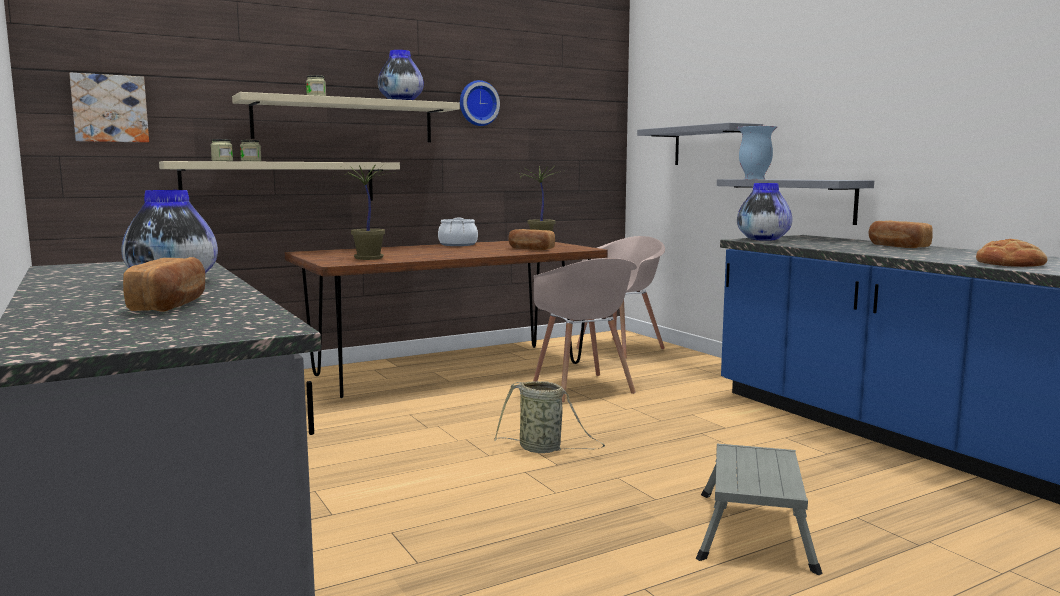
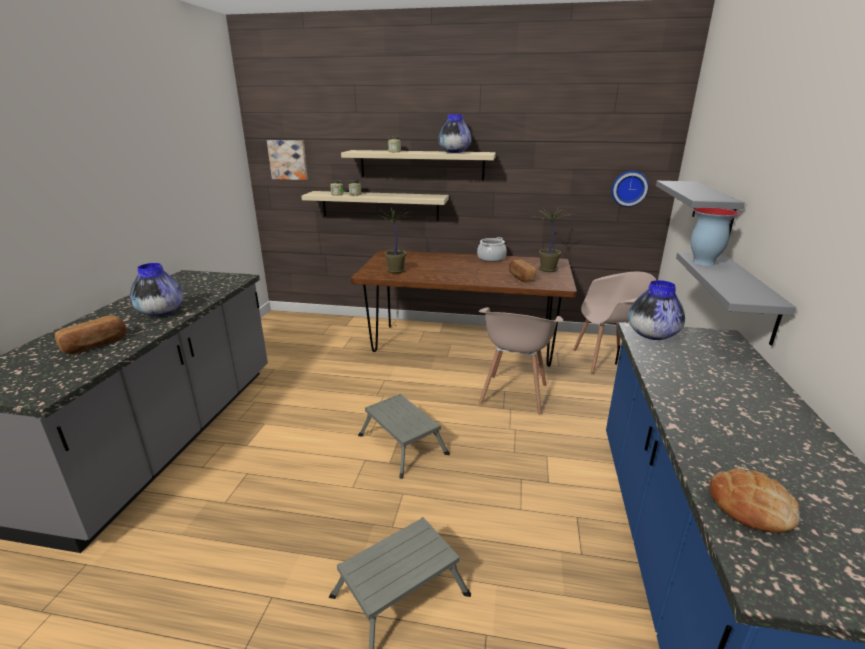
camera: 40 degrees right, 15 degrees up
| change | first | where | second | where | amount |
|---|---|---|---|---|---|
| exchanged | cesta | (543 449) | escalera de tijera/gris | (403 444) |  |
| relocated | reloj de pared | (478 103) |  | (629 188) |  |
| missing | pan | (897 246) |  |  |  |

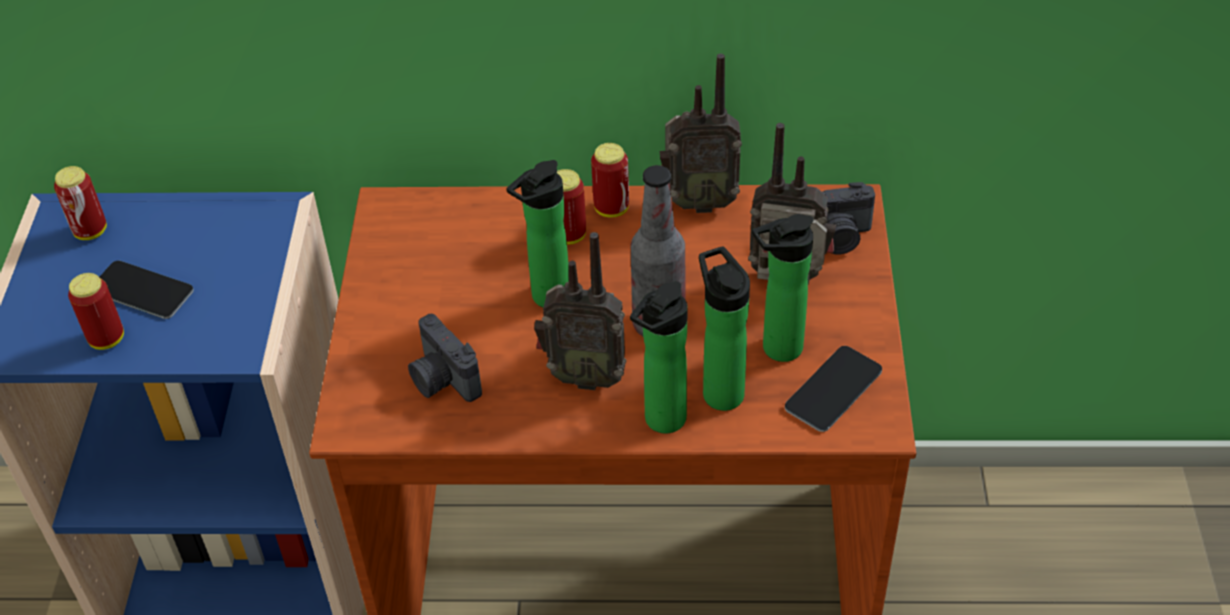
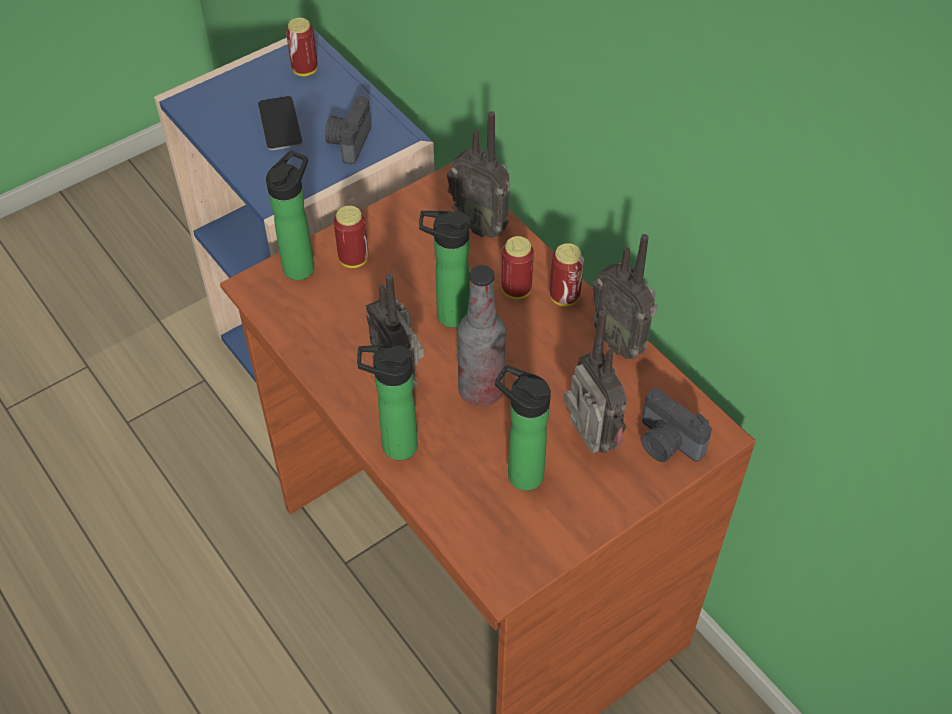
camera: 50 degrees right, 5 degrees up
| change | first | where | second | where | amount |
|---|---|---|---|---|---|
| relocated | botella | (720 390) |  | (301 265) |  |
| relocated | cámara | (442 380) |  | (348 142) |  |
| relocated | lata | (107 339) |  | (353 259) |  |
| appeared |  |  | radio | (481 225) |  |
| missing | móvil | (833 389) |  |  |  |

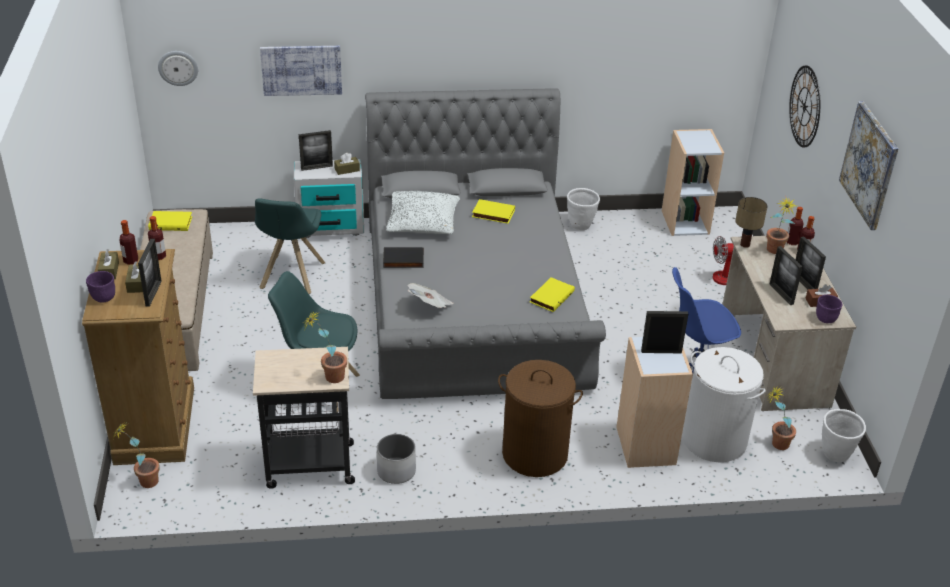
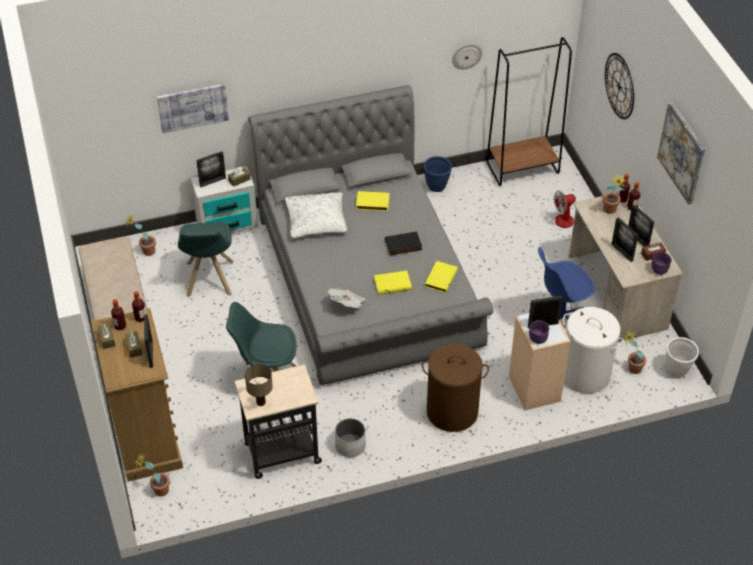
camera: 10 degrees left, 10 degrees up
| change | first | where | second | where | amount |
|---|---|---|---|---|---|
| relocated | planta en maceta | (328 377) |  | (145 252) |  |
| relocated | lámpara de mesa | (744 245) |  | (260 403) |  |
| relocated | libro/amarillo | (171 222) |  | (393 283) |  |
| relocated | libro/negro | (403 260) |  | (403 245) |  |
| colour | maceta/blanco | (580 226) | maceta/azul | (437 187) |  |
| relocated | reloj de pared | (178 67) |  | (466 55) |  |
| exchanged | estantería | (685 222) | perchero | (522 168) |  |
| relocated | cuenco/morado | (103 298) |  | (537 339) |  |

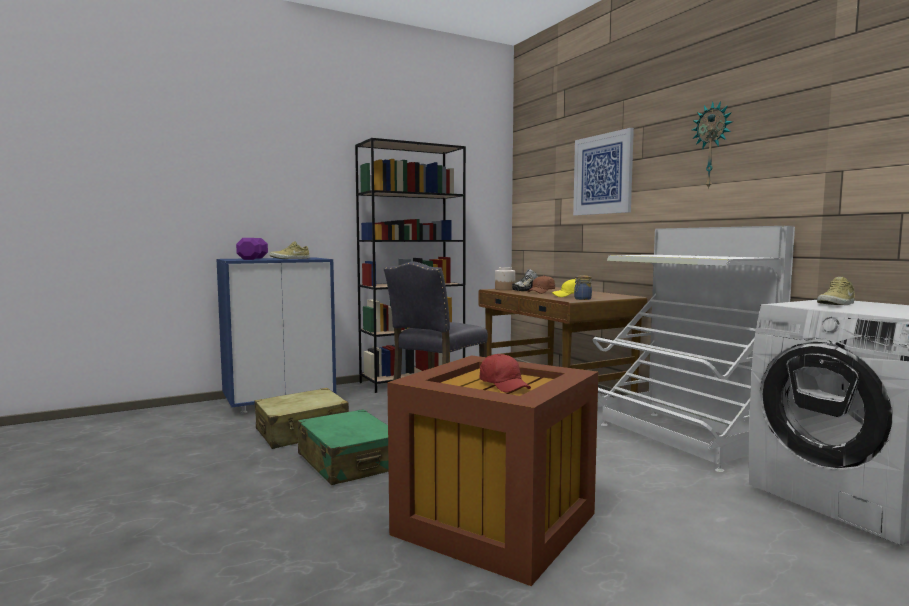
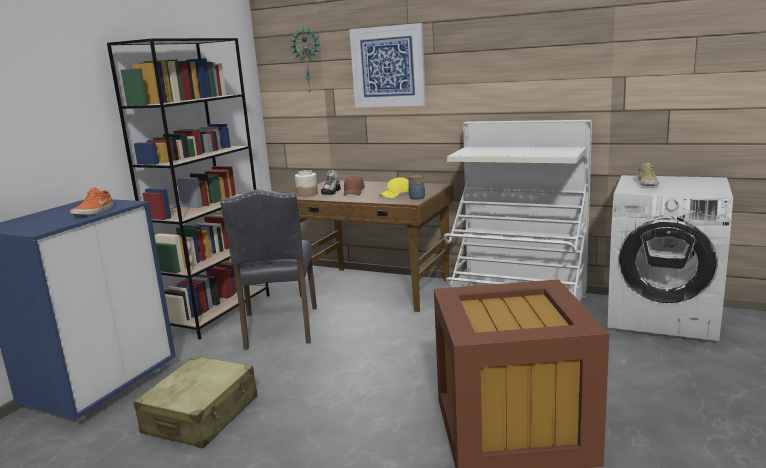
camera: 35 degrees left, 10 degrees up
| change | first | where | second | where | amount |
|---|---|---|---|---|---|
| colour | zapato/beis | (290 259) | zapato/naranja | (94 212) |  |
| relocated | reloj de pared | (713 145) |  | (308 60) |  |
| missing | mancuerna/morado | (253 258) |  |  |  |
| missing | maleta/verde | (349 462) |  |  |  |
| missing | gorra/rojo | (504 385) |  |  |  |

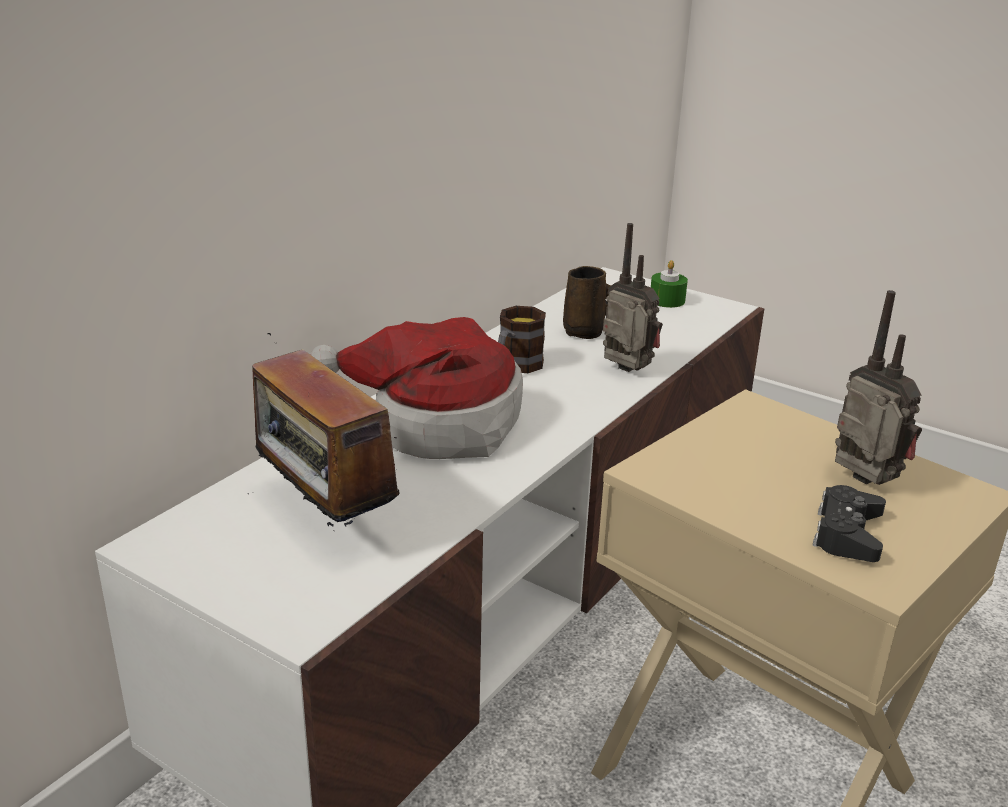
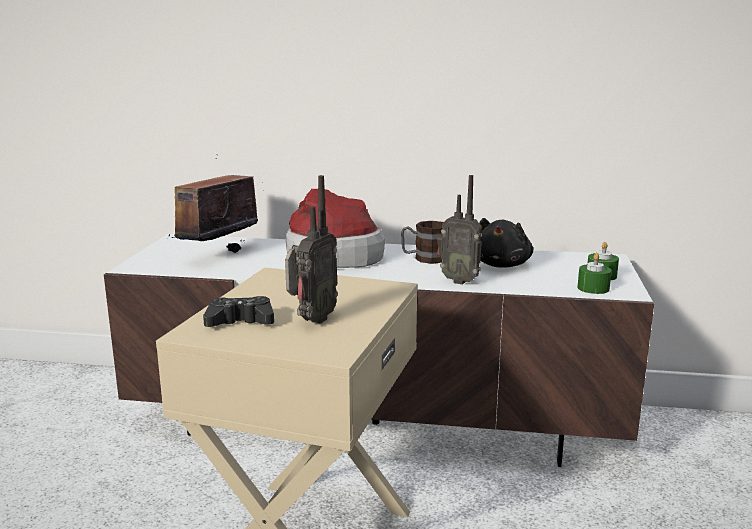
camera: 65 degrees right, 10 degrees down
| change | first | where | second | where | amount |
|---|---|---|---|---|---|
| spun | radio | (625 372) |  | (459 281) | 105 degrees clockwise |
| exchanged | taza grande/marrón | (586 332) | peluche/negro | (502 265) |  |
| appeared |  |  | vela/verde | (593 288) |  |

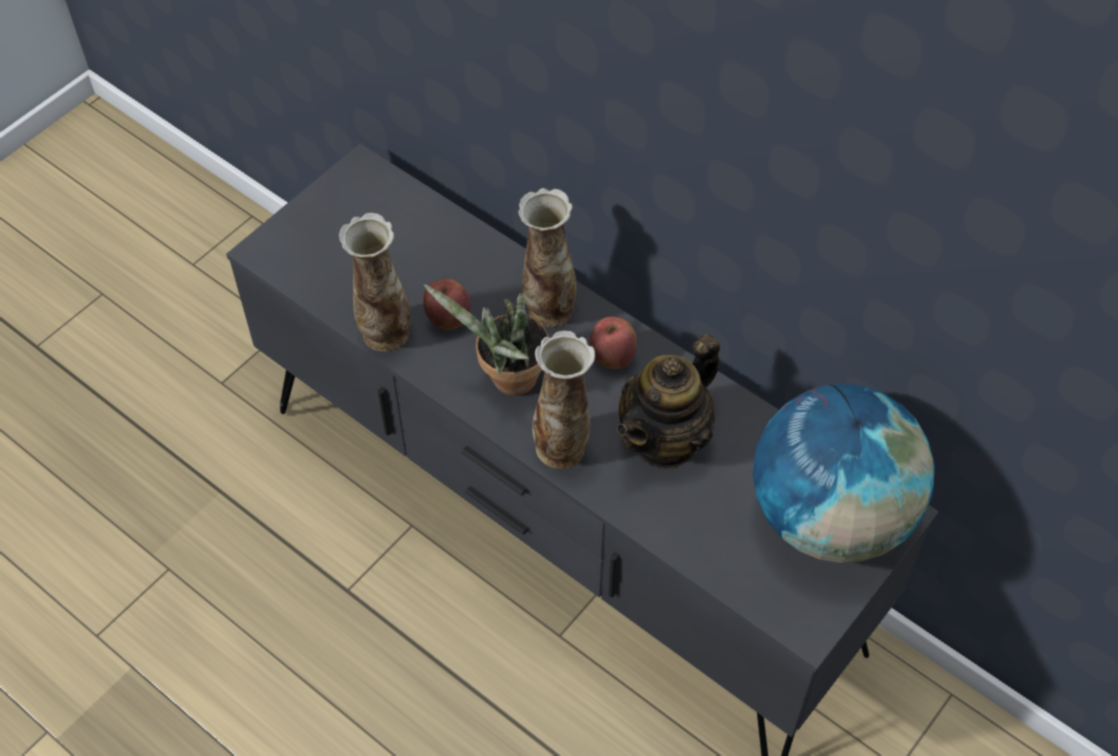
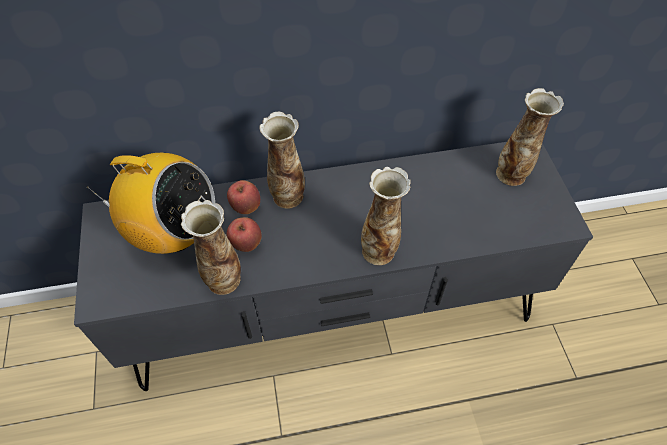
camera: 50 degrees left, 0 degrees up
| change | first | where | second | where | amount |
|---|---|---|---|---|---|
| appeared |  |  | radio | (174 233) |  |
| relocated | manzana | (612 357) |  | (246 207) |  |
| exchanged | globo terráqueo | (829 517) | florero | (512 174) |  |
| missing | planta en maceta | (507 380) |  |  |  |
| missing | tetera | (665 439) |  |  |  |

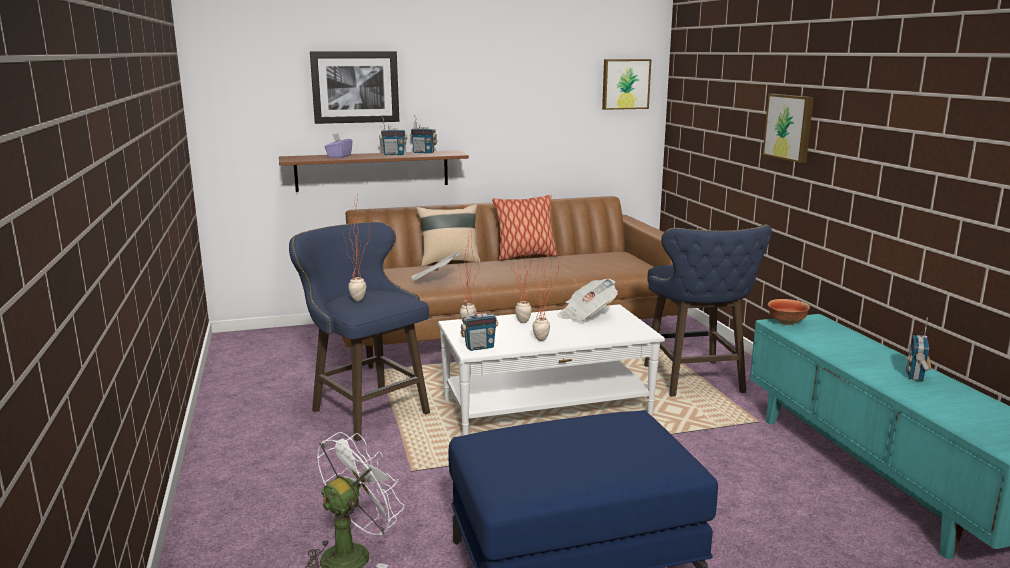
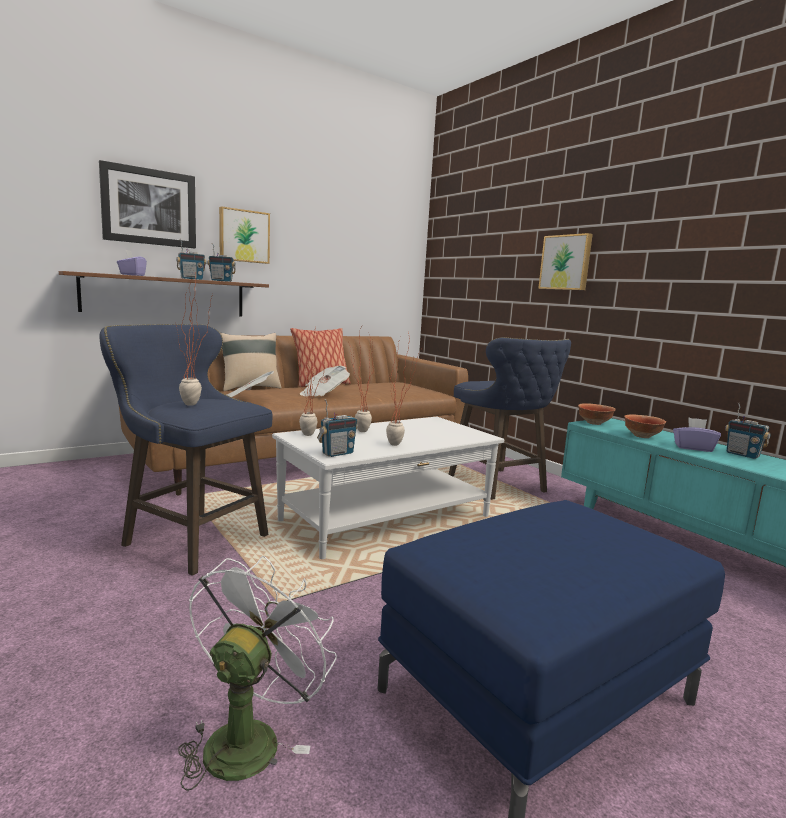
camera: 20 degrees left, 5 degrees down
| change | first | where | second | where | amount |
|---|---|---|---|---|---|
| relocated | cuadro | (625 84) |  | (244 236) |  |
| relocated | periódico | (586 315) |  | (323 394) |  |
| appeared |  |  | cuenco | (642 436) |  |
| appeared |  |  | caja de pañuelos/morado | (693 448) |  |
| spun | radio | (915 375) |  | (742 455) | 45 degrees counterclockwise |

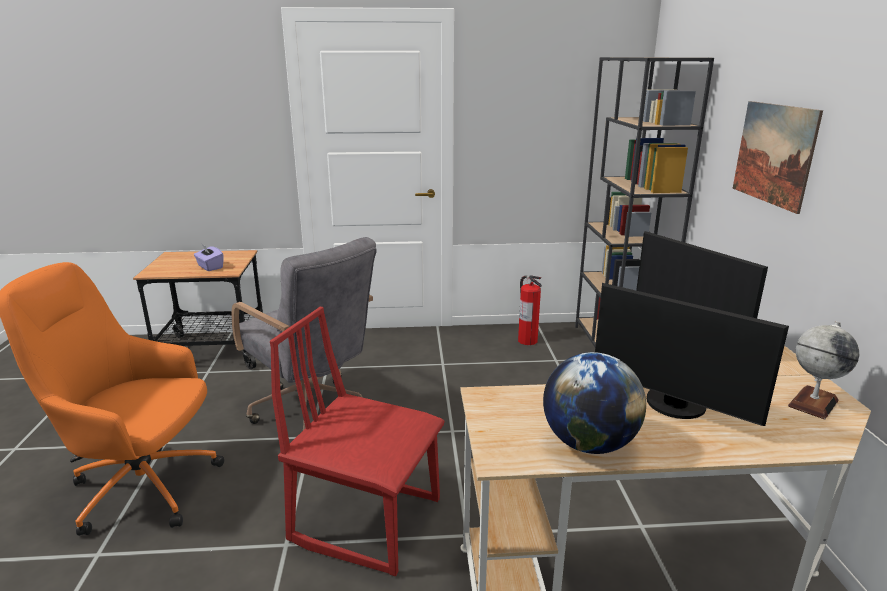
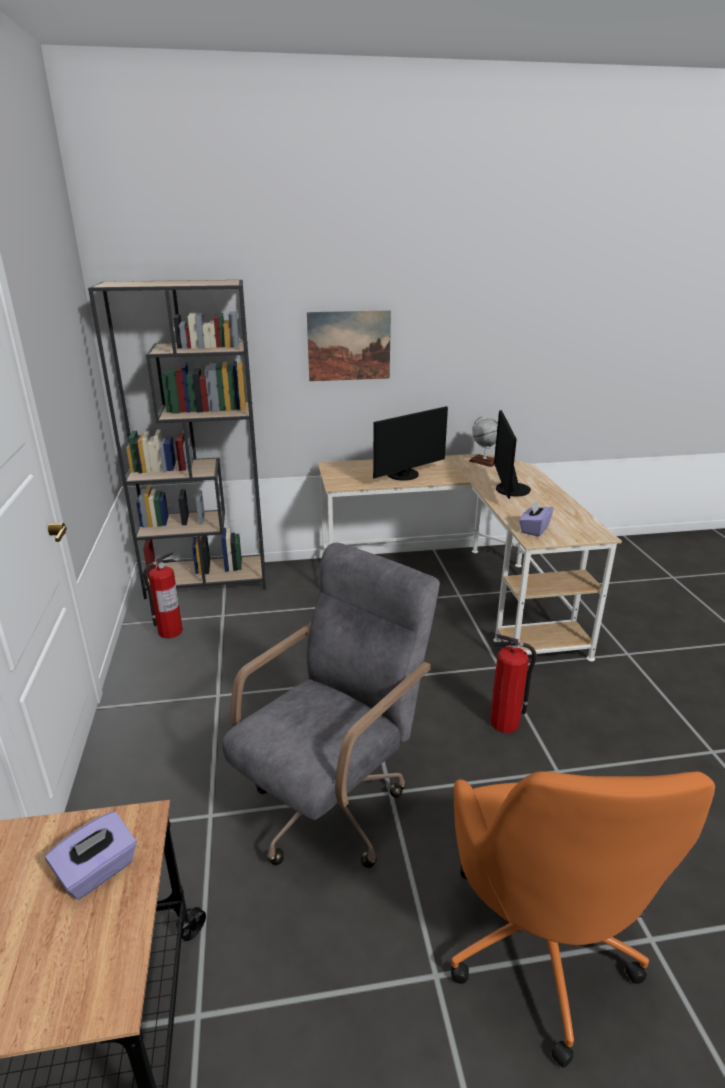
camera: 95 degrees left, 5 degrees up
| change | first | where | second | where | amount |
|---|---|---|---|---|---|
| exchanged | silla/rojo | (367 519) | extintor | (505 723) |  |
| spun | monitor | (673 406) |  | (508 490) | 150 degrees clockwise |
| appeared |  |  | caja de pañuelos/morado | (534 529) |  |
| missing | globo terráqueo | (588 444) |  |  |  |

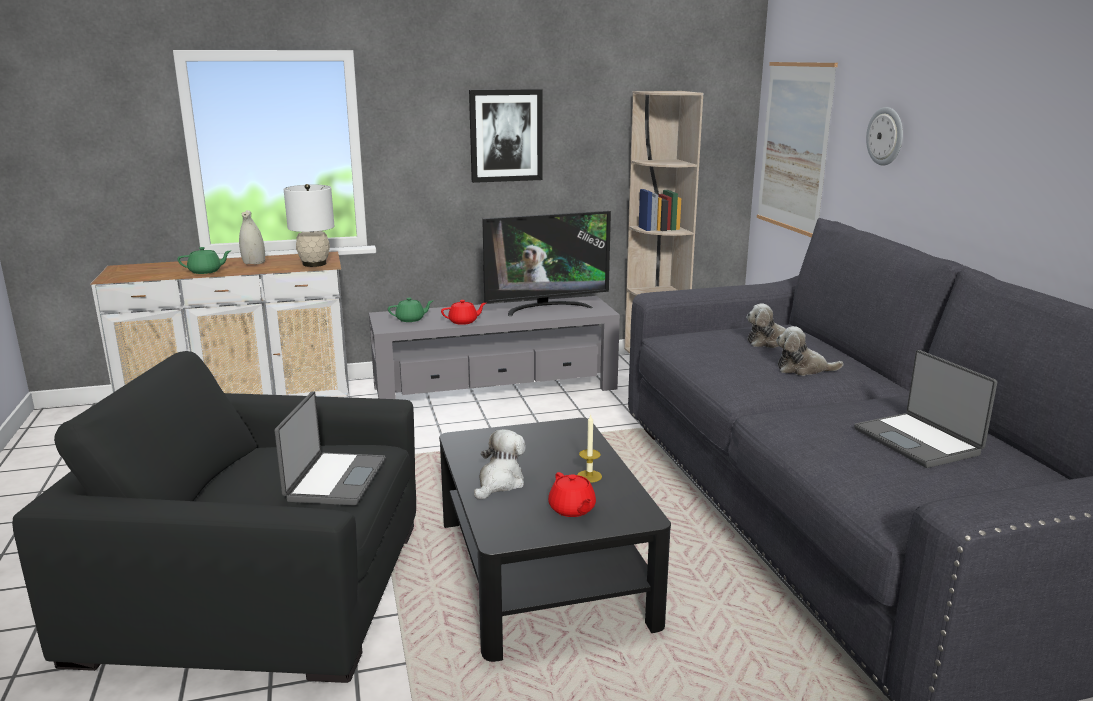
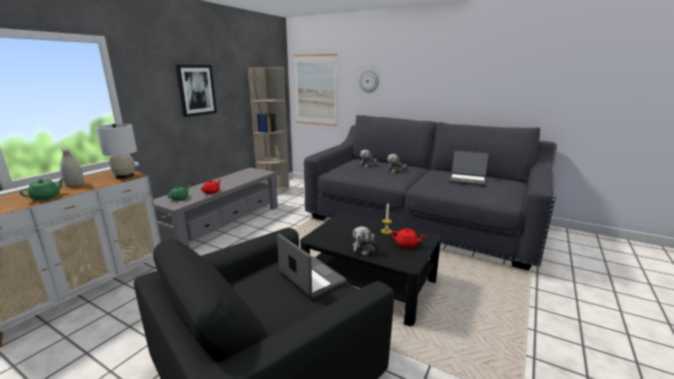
camera: 45 degrees left, 0 degrees up
| change | first | where | second | where | amount |
|---|---|---|---|---|---|
| spun | peluche | (500 483) |  | (364 247) | 135 degrees counterclockwise |
| missing | televisor | (546 307) |  |  |  |

